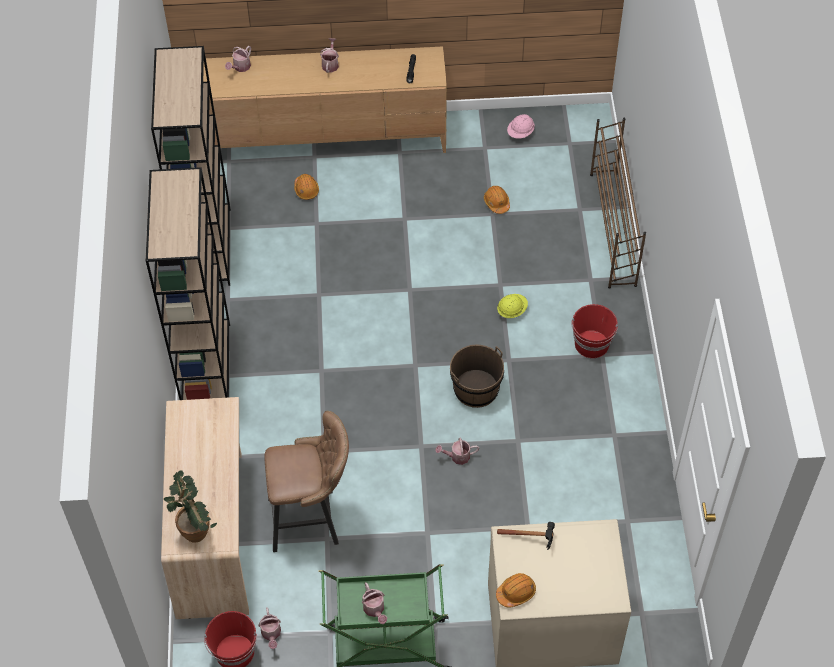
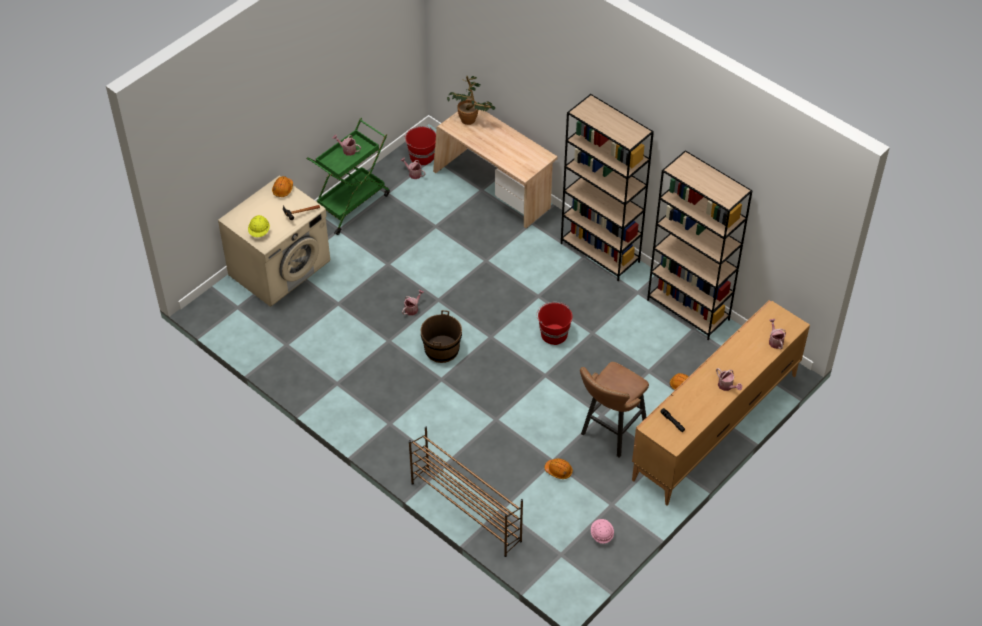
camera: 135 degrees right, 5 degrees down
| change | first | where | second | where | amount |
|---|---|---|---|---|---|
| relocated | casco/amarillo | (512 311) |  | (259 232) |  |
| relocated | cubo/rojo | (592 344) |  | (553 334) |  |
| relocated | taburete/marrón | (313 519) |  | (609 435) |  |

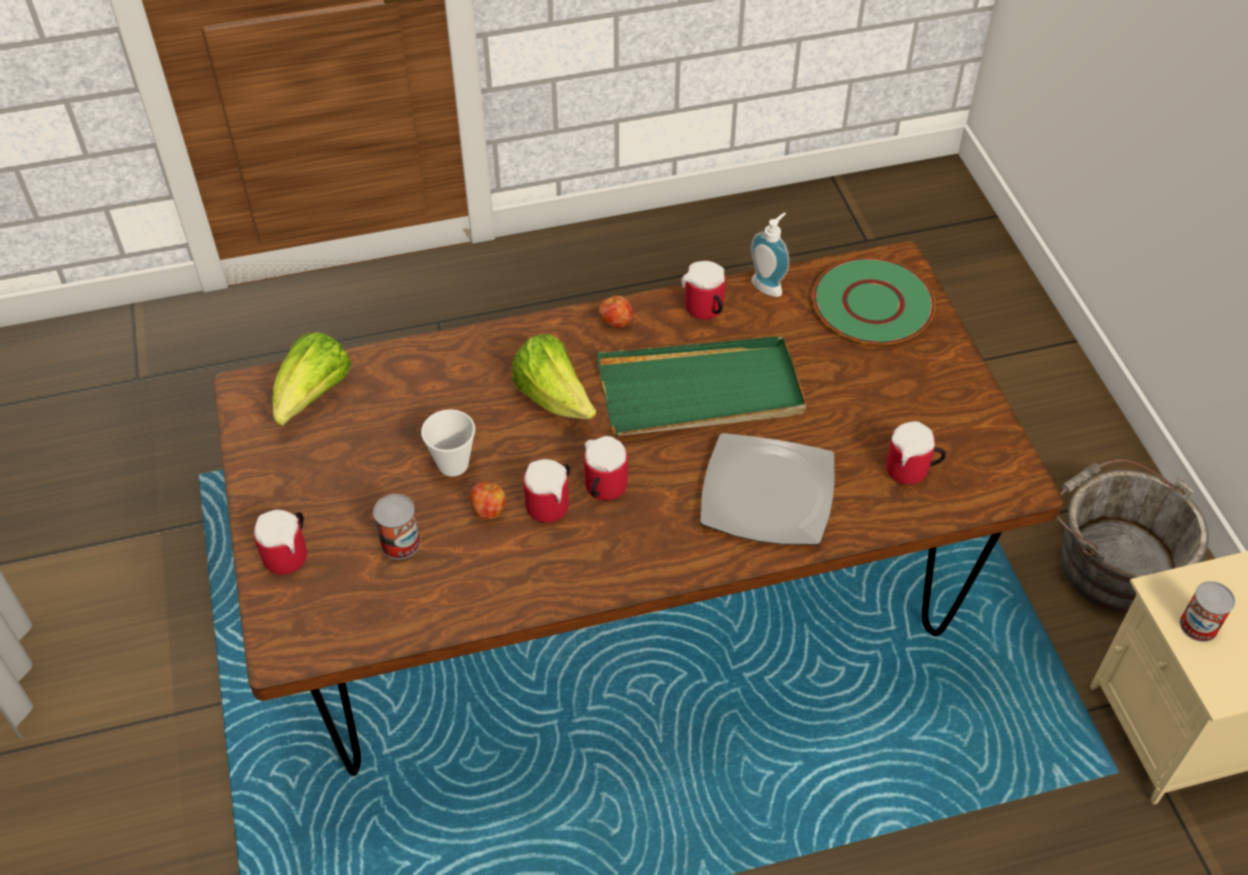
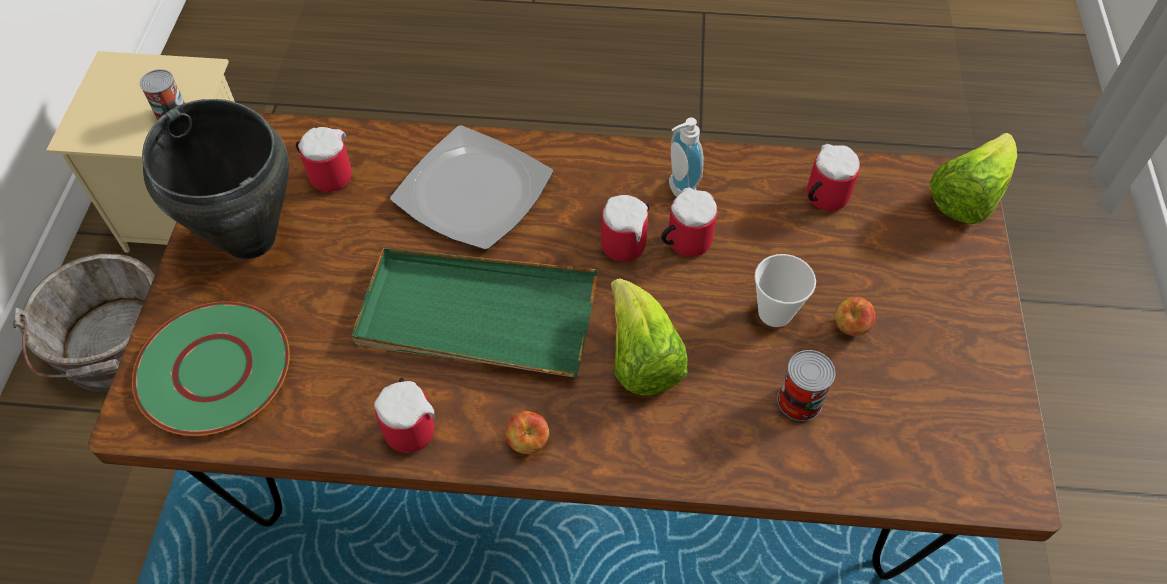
camera: 160 degrees left, 5 degrees up
| change | first | where | second | where | amount |
|---|---|---|---|---|---|
| appeared |  |  | olla/negro | (250 238) |  |
| relocated | dispensador de jabón | (769 285) |  | (678 192) |  |
| relocated | lata | (400 543) |  | (799 401) |  |
| relocated | taza grande | (291 553) |  | (821 197) |  |
| relocated | manzana | (488 510) |  | (850 327) |  |
| relocated | lechuga | (313 397) |  | (966 197) |  |

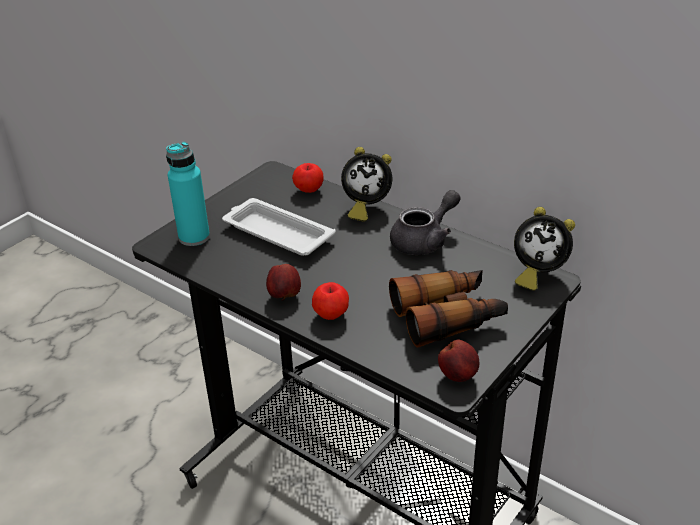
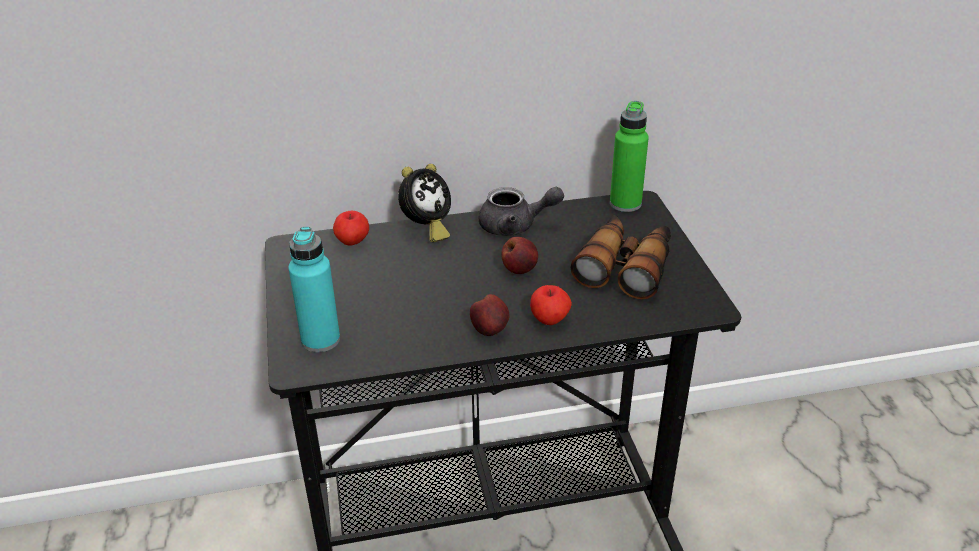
camera: 50 degrees left, 0 degrees up
| change | first | where | second | where | amount |
|---|---|---|---|---|---|
| spun | tetera/gris | (424 240) |  | (515 226) | 90 degrees clockwise |
| relocated | manzana | (458 375) |  | (519 270) |  |
| exchanged | despertador | (536 274) | botella/verde | (625 204) |  |
| missing | bandeja/blanco | (276 233) |  |  |  |

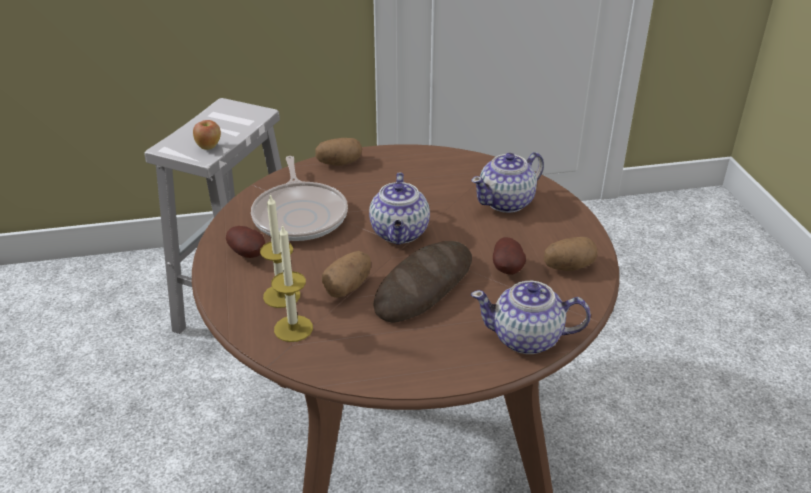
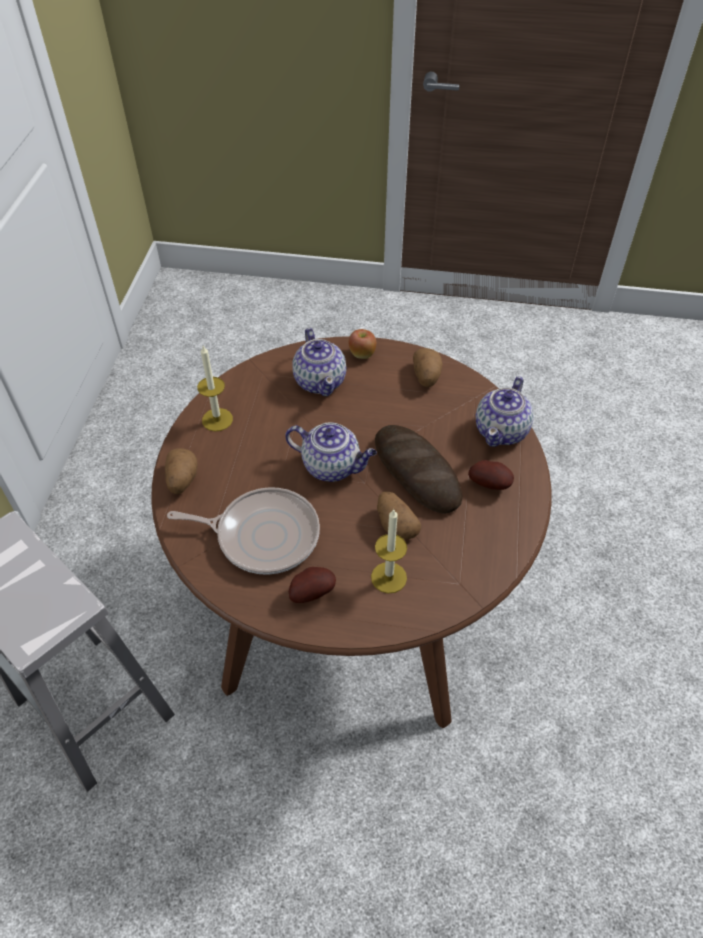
camera: 70 degrees left, 15 degrees up
| change | first | where | second | where | amount |
|---|---|---|---|---|---|
| relocated | vela | (293 328) |  | (217 419) |  |
| relocated | manzana | (209 146) |  | (362 354) |  |
| relocated | patata | (508 269) |  | (490 483) |  |

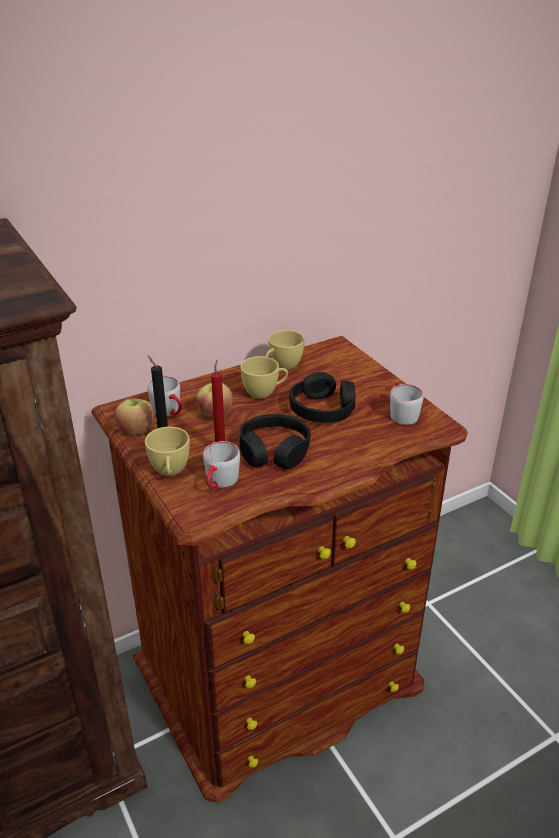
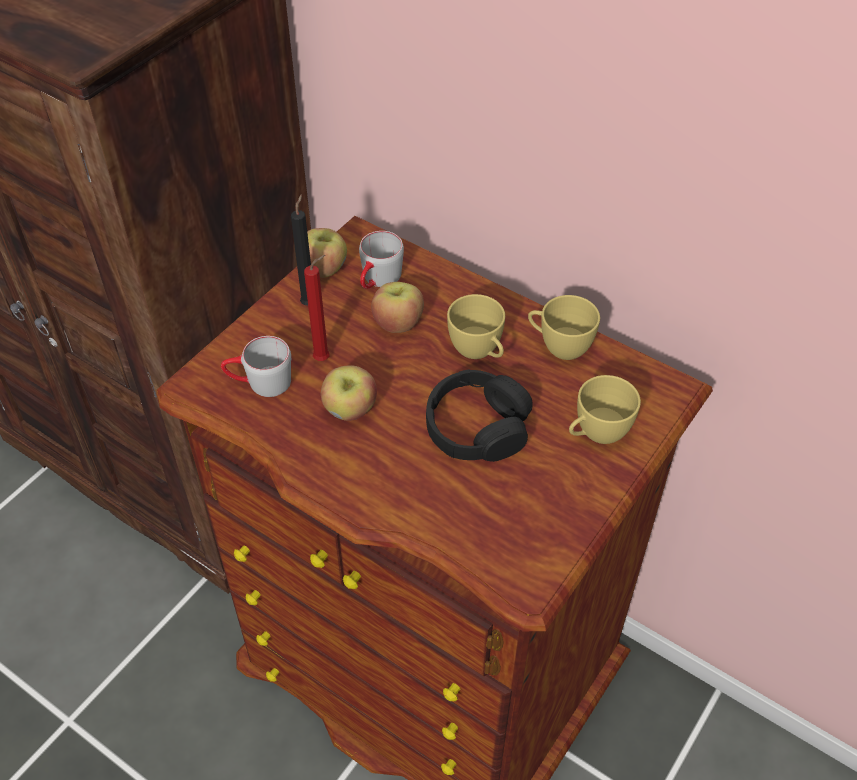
camera: 65 degrees right, 15 degrees up
| change | first | where | second | where | amount |
|---|---|---|---|---|---|
| exchanged | auriculares/negro | (274 451) | manzana | (350 410) |  |
| relocated | taza/amarillo | (170 472) |  | (596 434) |  |
| missing | taza grande/gris | (401 413) |  |  |  |

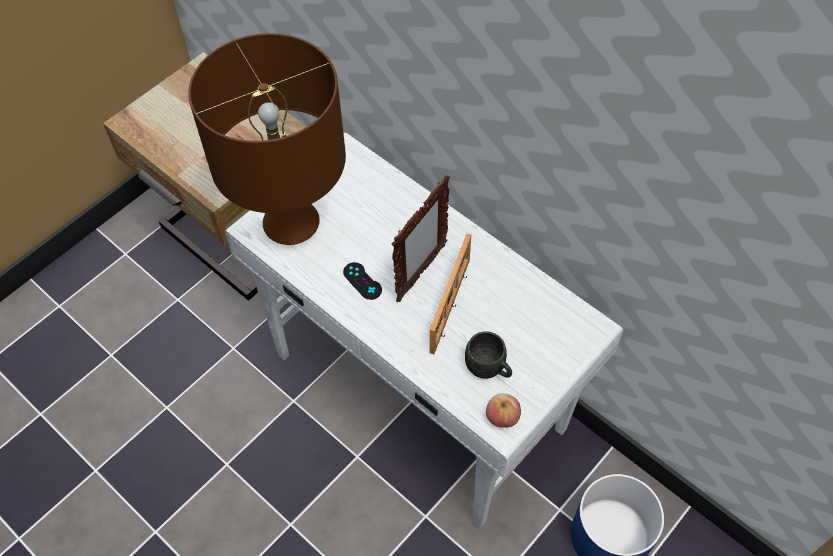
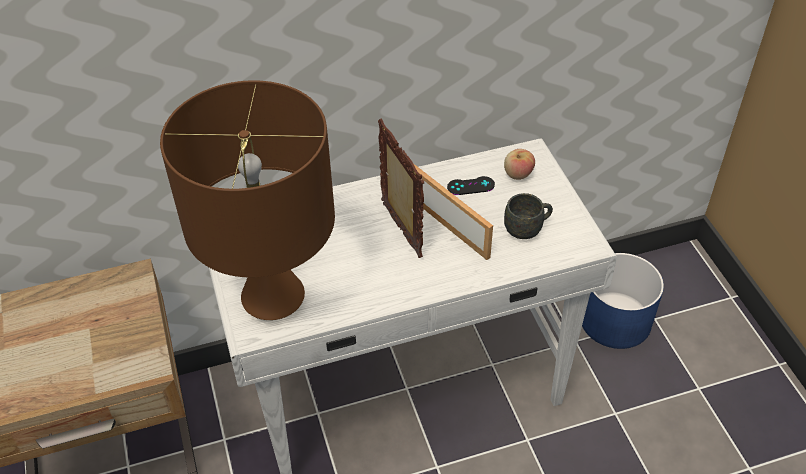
camera: 60 degrees left, 10 degrees down
| change | first | where | second | where | amount |
|---|---|---|---|---|---|
| relocated | mando de consola/negro | (362 281) |  | (470 186) |  |
| relocated | manzana | (502 417) |  | (518 174) |  |

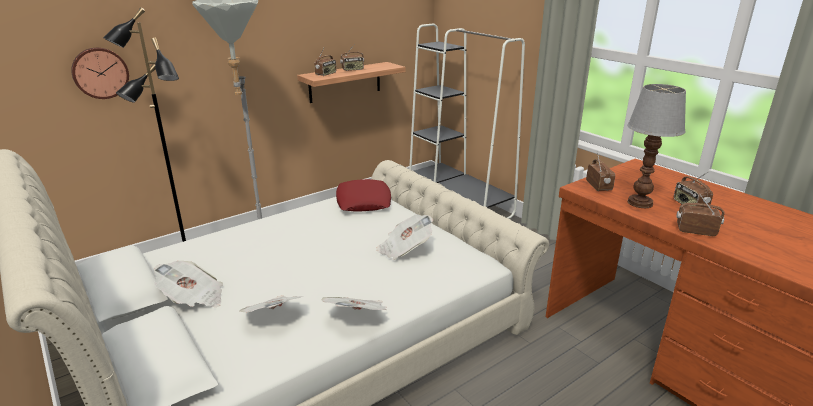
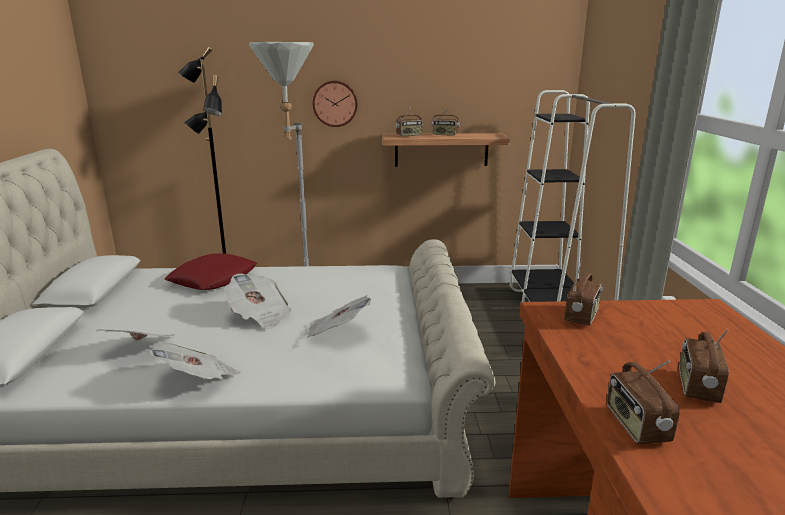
camera: 35 degrees right, 5 degrees down
| change | first | where | second | where | amount |
|---|---|---|---|---|---|
| relocated | cojín/rojo | (363 201) |  | (213 279) |  |
| relocated | periódico | (194 298) |  | (259 315) |  |
| relocated | reloj de pared | (100 73) |  | (335 103) |  |
| spun | radio | (695 230) |  | (635 425) | 150 degrees counterclockwise |
| missing | lámpara de mesa | (640 203) |  |  |  |

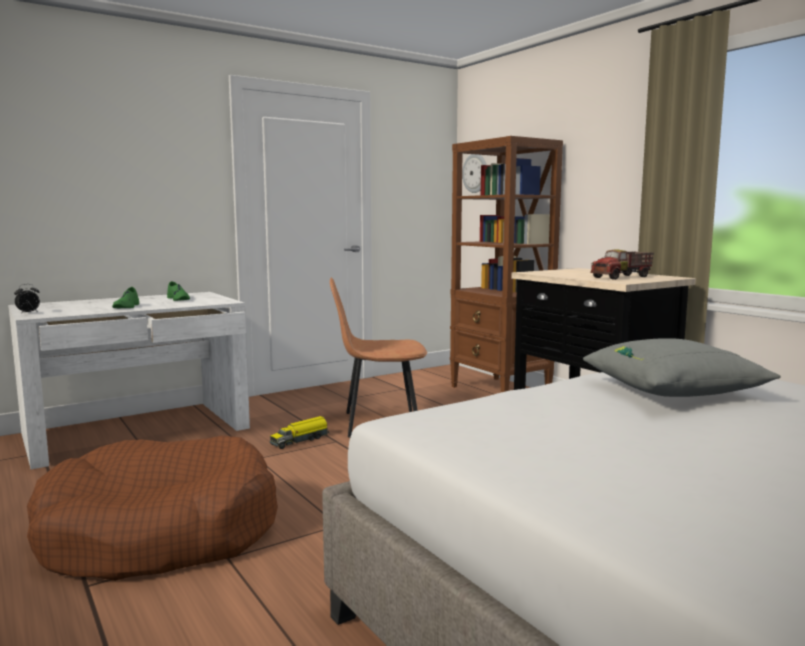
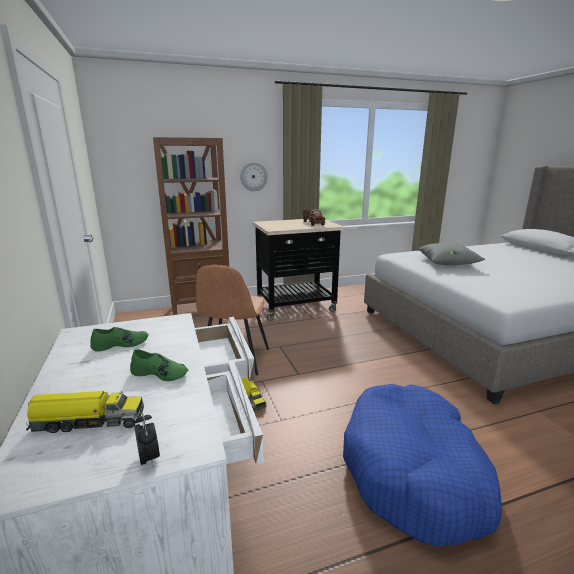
camera: 75 degrees left, 10 degrees up
| change | first | where | second | where | amount |
|---|---|---|---|---|---|
| appeared |  |  | camión de juguete | (87 421) |  |
| relocated | reloj de pared | (475 173) |  | (253 176) |  |
| colour | cama para perro/marrón | (160 533) | cama para perro/azul | (414 471) |  |

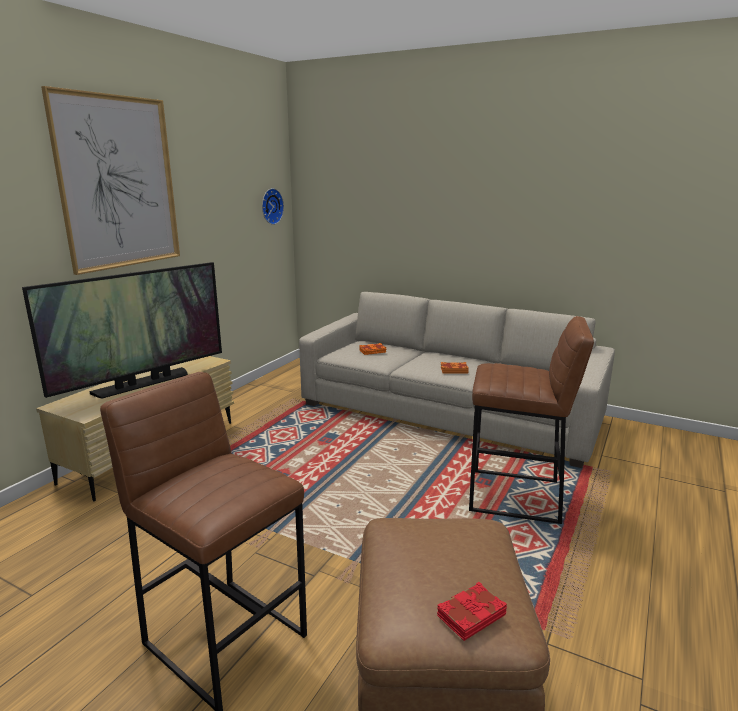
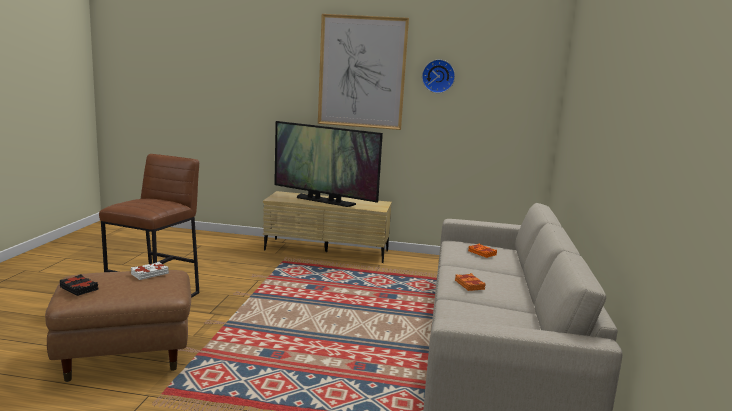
camera: 70 degrees right, 5 degrees down
| change | first | where | second | where | amount |
|---|---|---|---|---|---|
| colour | libro/rojo | (470 615) | libro/negro | (79 288) |  |
| appeared |  |  | libro/blanco | (149 274) |  |
| relocated | reloj de pared | (270 206) |  | (438 76) |  |
| missing | taburete/marrón | (516 496) |  |  |  |

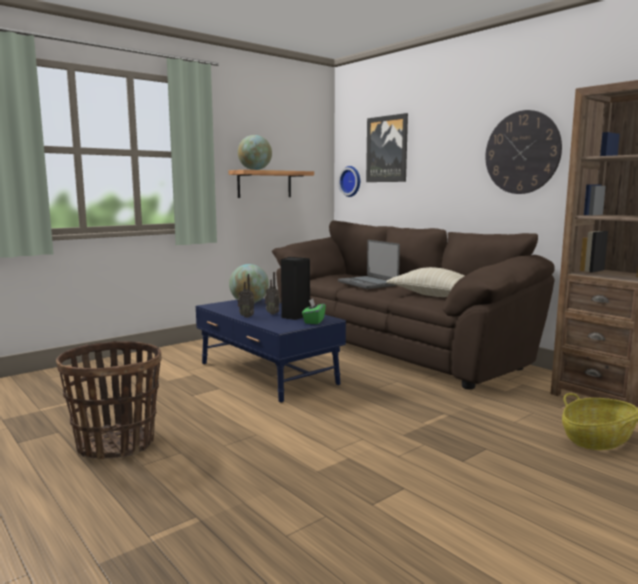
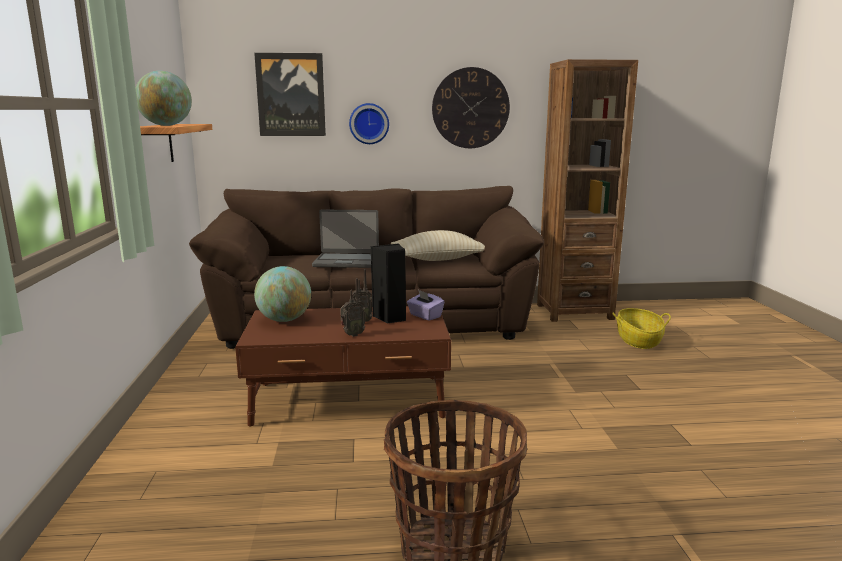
camera: 55 degrees left, 5 degrees up
| change | first | where | second | where | amount |
|---|---|---|---|---|---|
| colour | mesa de centro/azul | (268 374) | mesa de centro/marrón | (350 400) |  |
| relocated | reloj de pared | (351 181) |  | (369 123) |  |
| colour | caja de pañuelos/verde | (313 321) | caja de pañuelos/morado | (425 316) |  |

